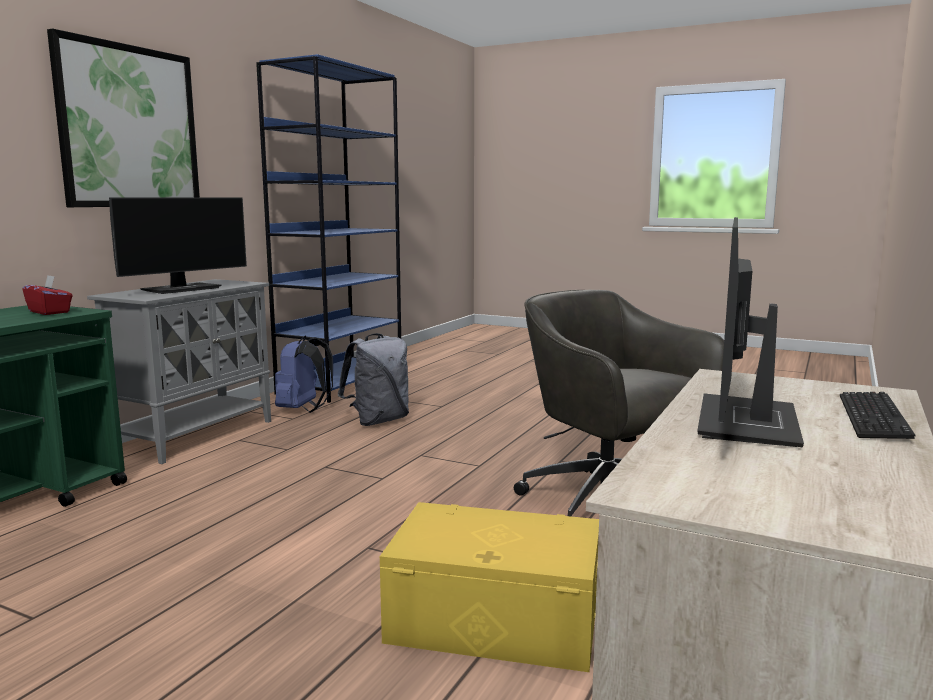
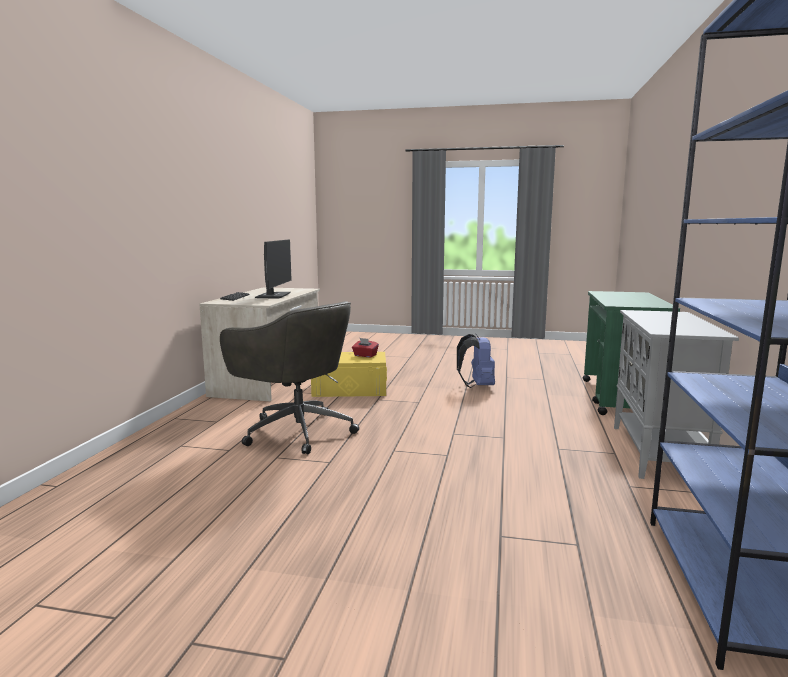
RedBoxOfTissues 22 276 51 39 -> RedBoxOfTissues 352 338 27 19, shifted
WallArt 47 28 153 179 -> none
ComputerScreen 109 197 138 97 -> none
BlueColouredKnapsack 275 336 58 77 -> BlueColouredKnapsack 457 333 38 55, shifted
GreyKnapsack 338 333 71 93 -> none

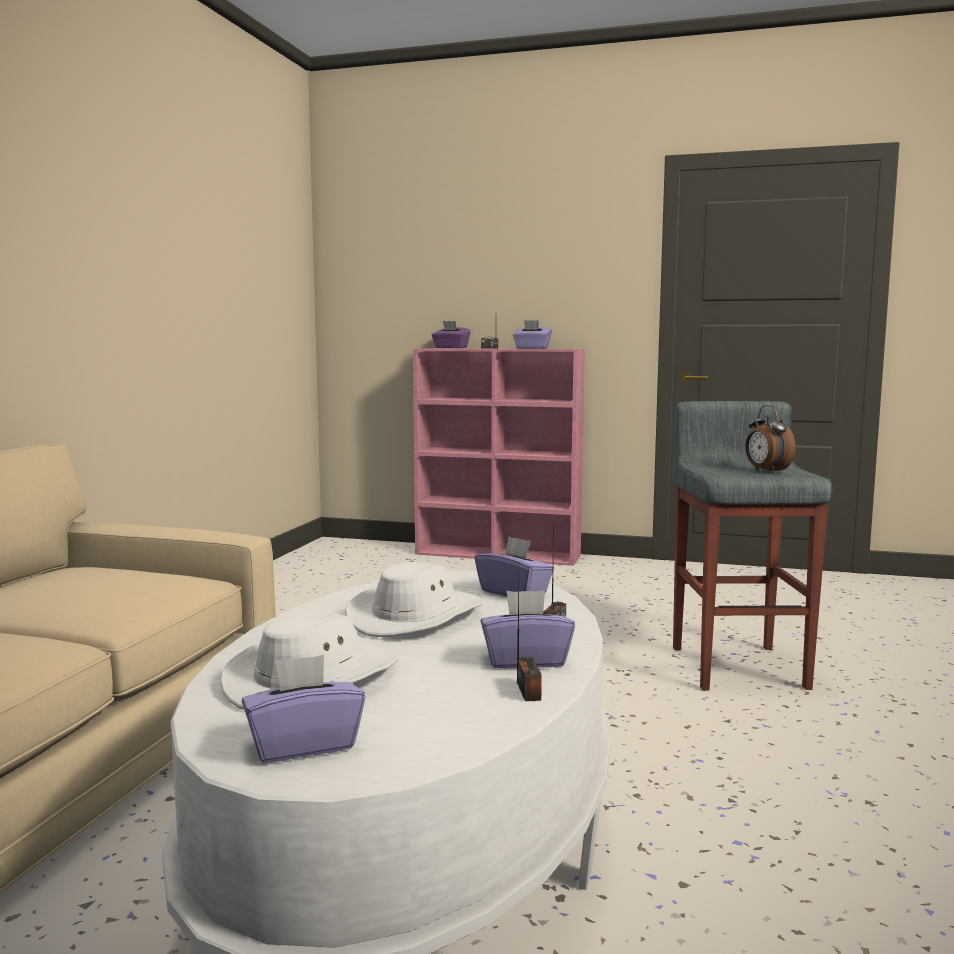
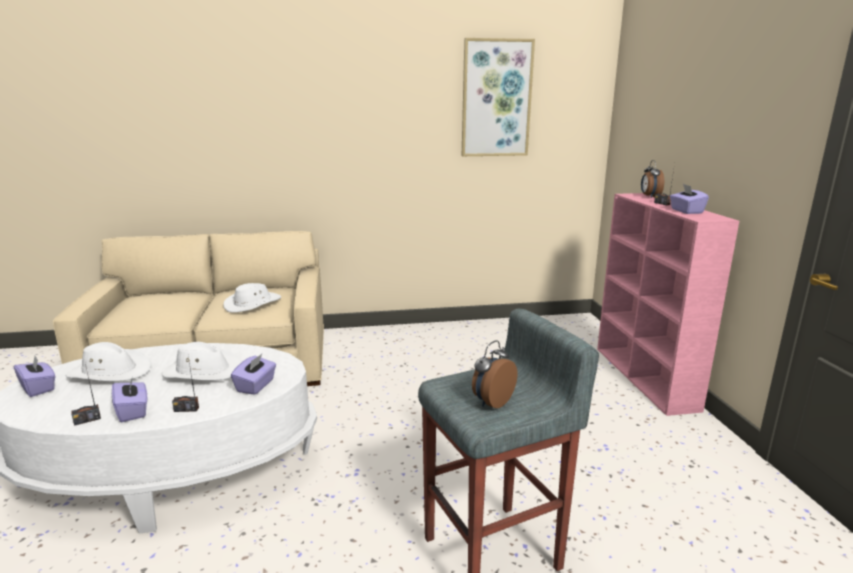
PurpleBoxOfTissues 432 321 39 27 -> TableClock 641 160 23 38
none -> WhitishClothingHat 223 283 58 30
none -> WallArt 462 38 73 118

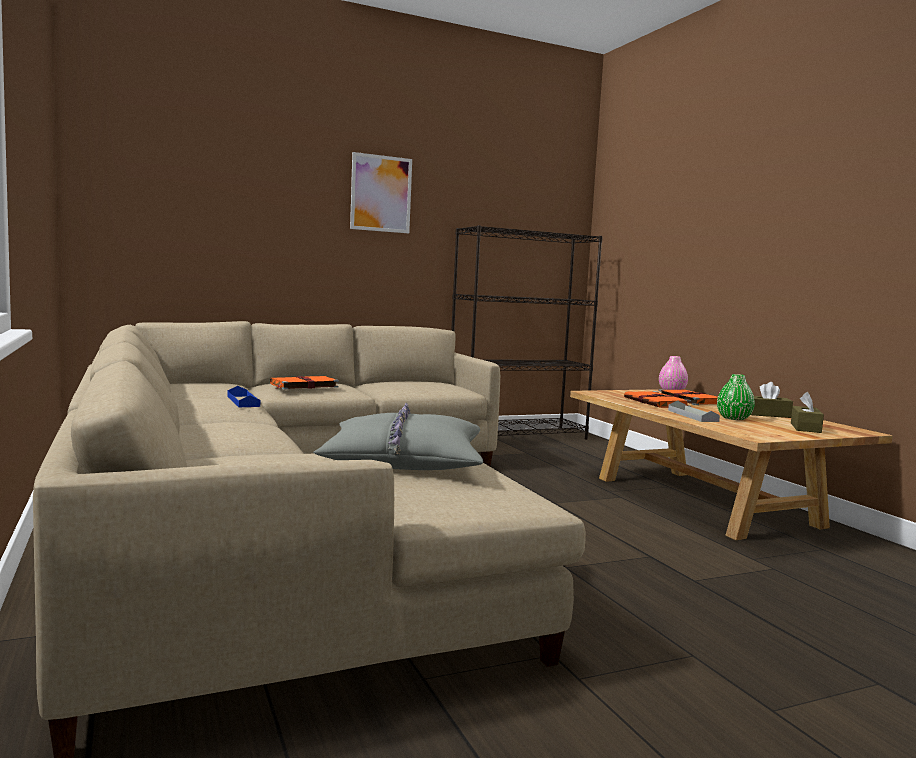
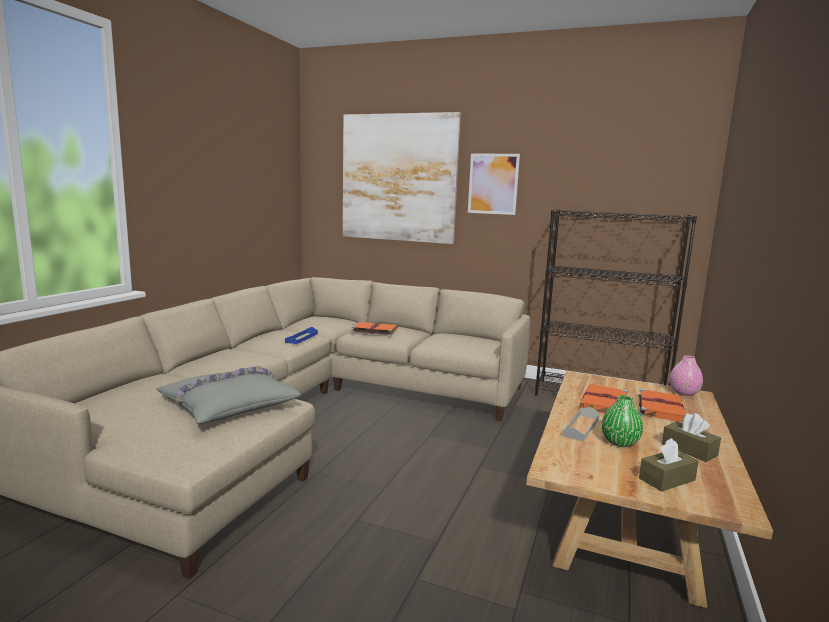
none -> WallArt 343 112 118 132

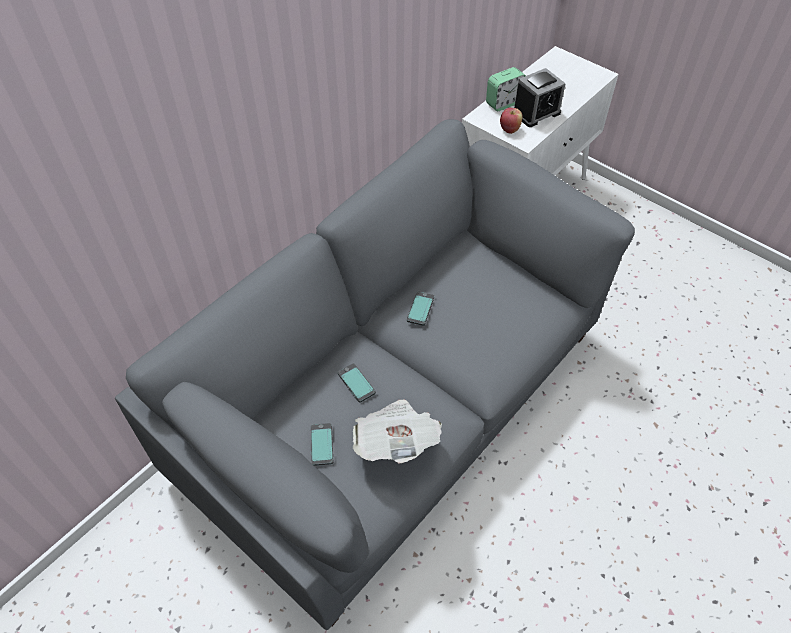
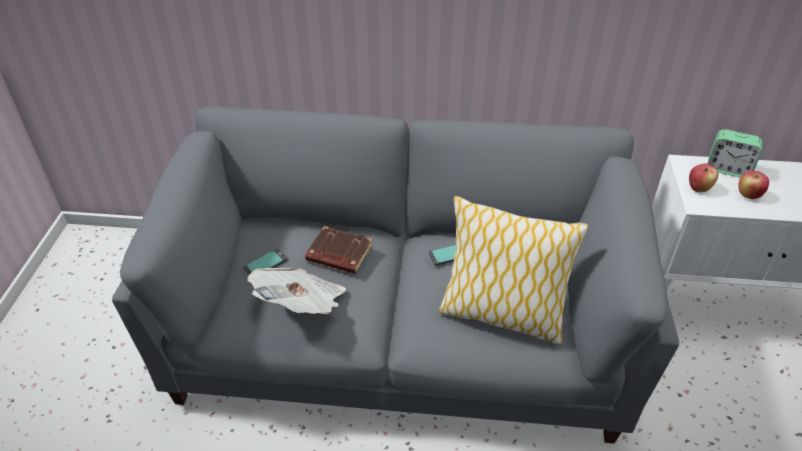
Handset 338 363 38 40 -> BrownishBook 305 226 68 48
TableClock 514 68 52 59 -> WholeApple 738 171 31 28
none -> Cushion 439 196 149 149

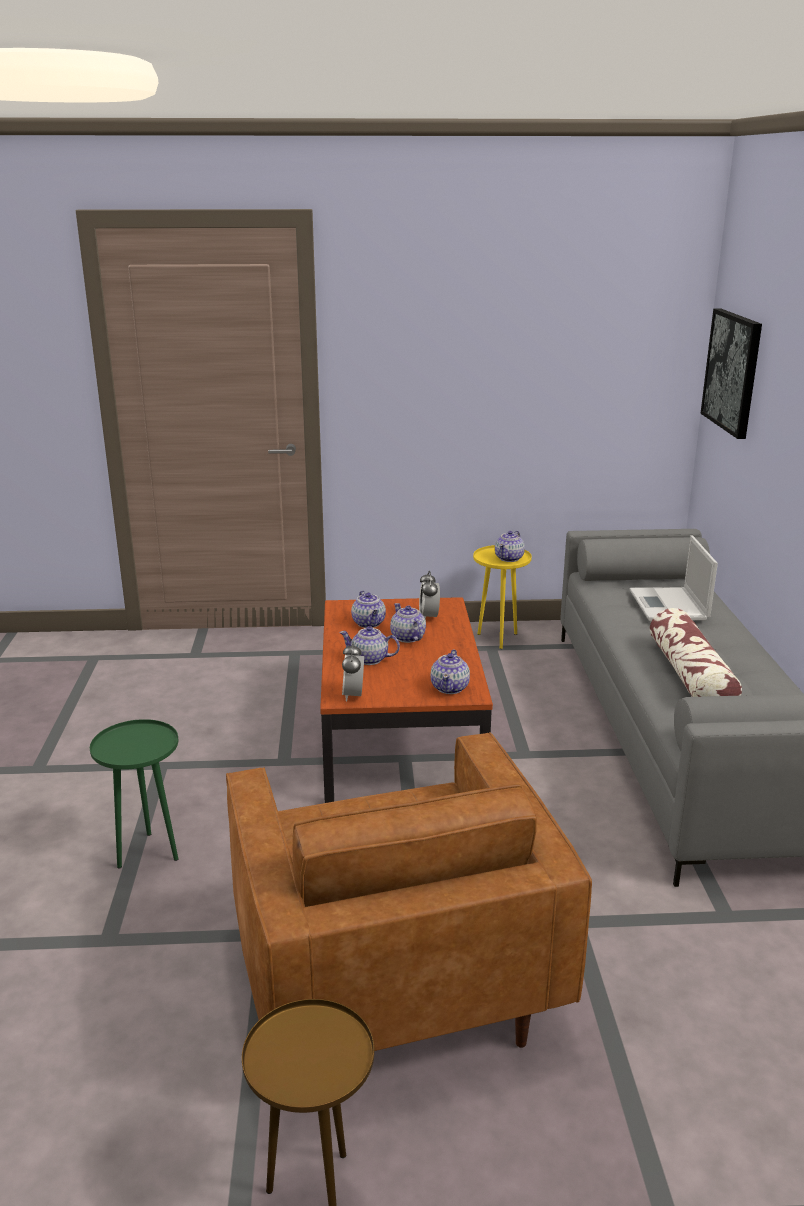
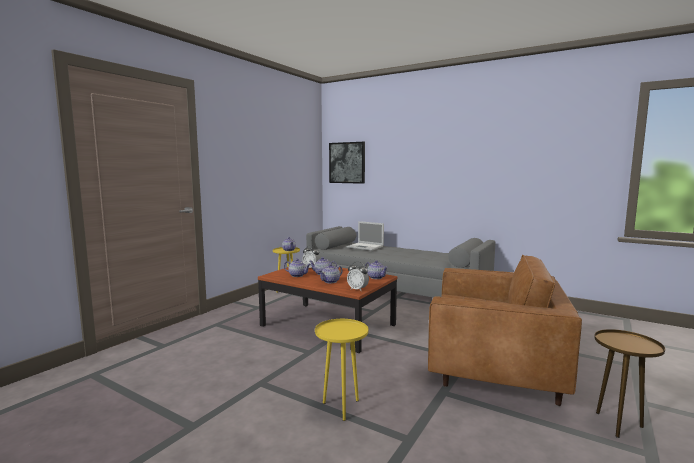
GreenishSideTable 90 719 89 150 -> YellowishSideTable 315 319 54 102
Cushion 650 608 92 89 -> none

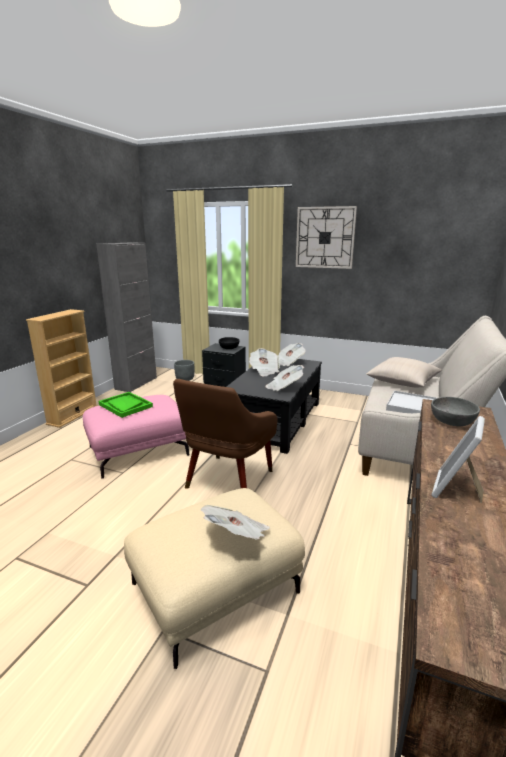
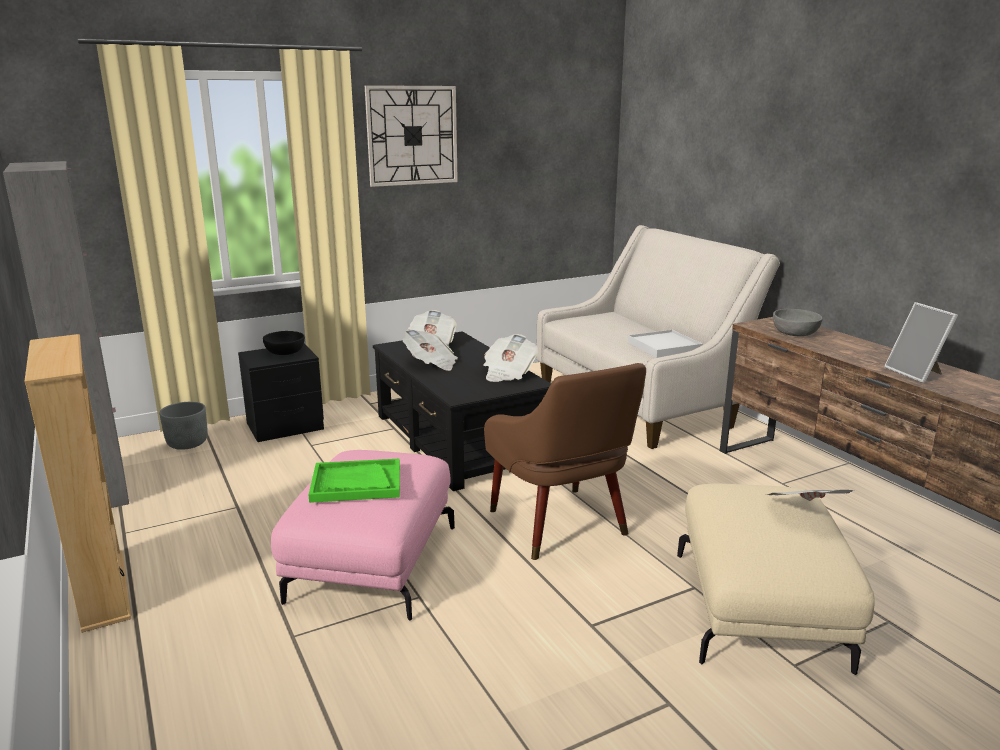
SandColouredCushion 366 357 76 30 -> none

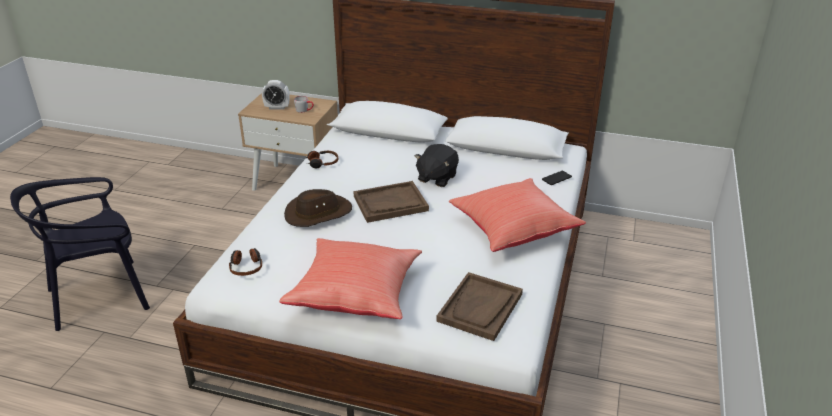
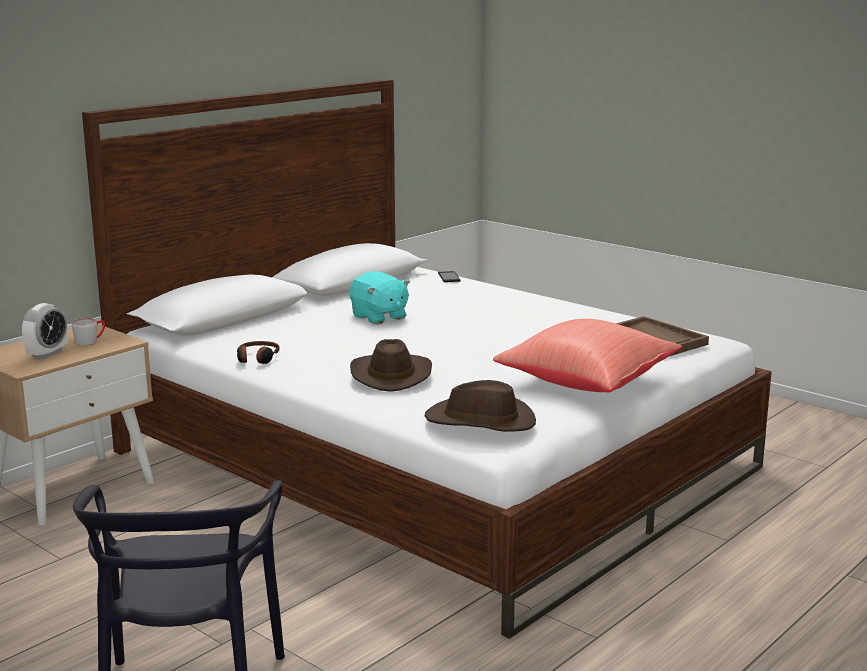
Headphones 229 248 33 28 -> BrownishClothingHat 425 380 111 52
BrownishTray 353 181 76 42 -> none
BlackSoftToy 415 144 44 43 -> BlueGreenSoftToy 349 271 61 53
RedCushion 449 178 137 74 -> none

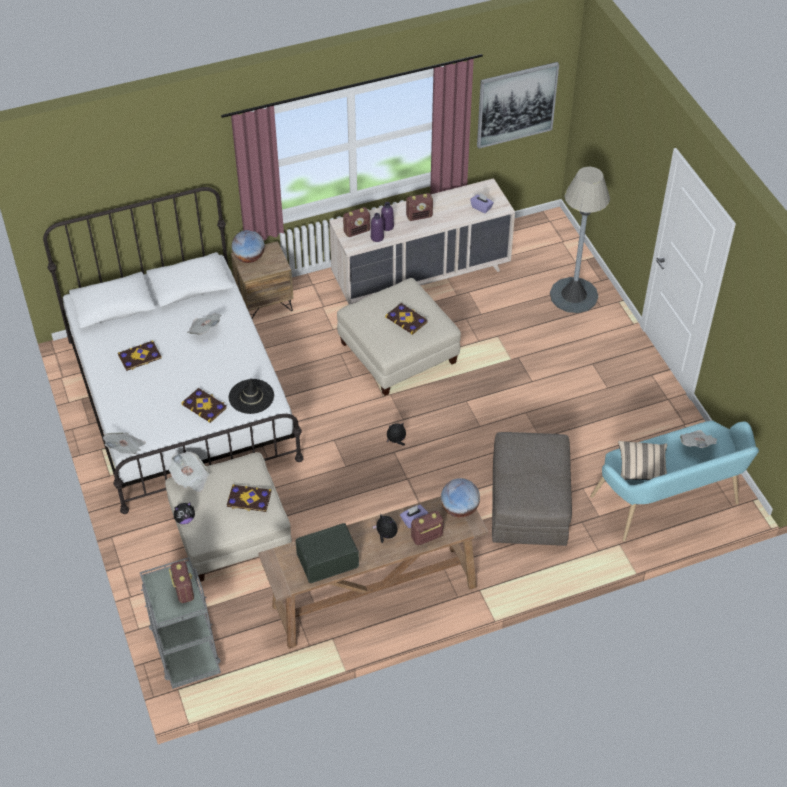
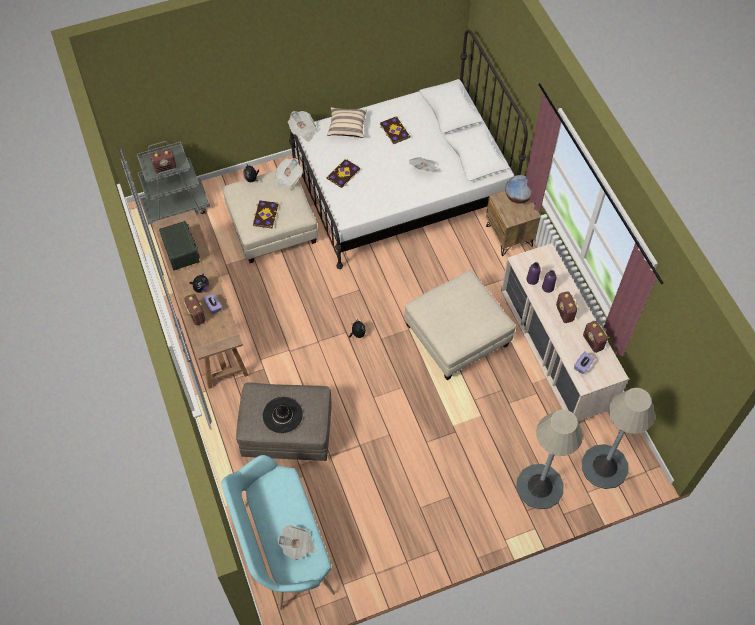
BlackClothingHat 229 379 45 35 -> BlackClothingHat 263 397 40 36, shifted
RadioReceiver 343 207 27 30 -> RadioReceiver 583 321 26 32, shifted
Book 385 303 43 32 -> none
Globe 441 478 39 40 -> none
WallArt 477 62 82 87 -> none
SandColouredCushion 618 441 49 39 -> SandColouredCushion 327 107 40 31, shifted
none -> GreyStandardLamp 582 388 73 101

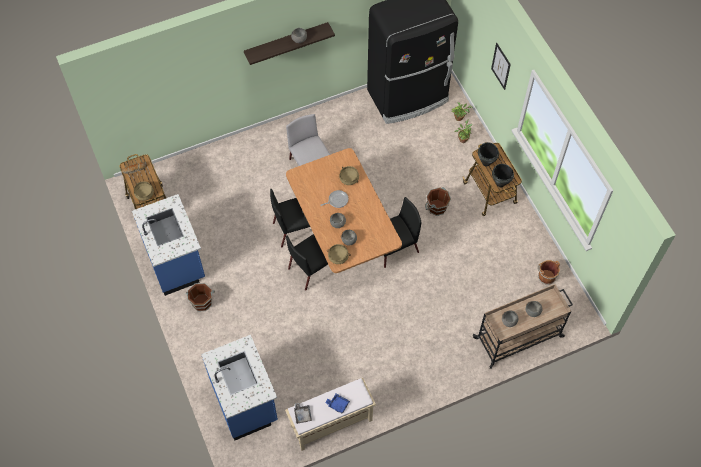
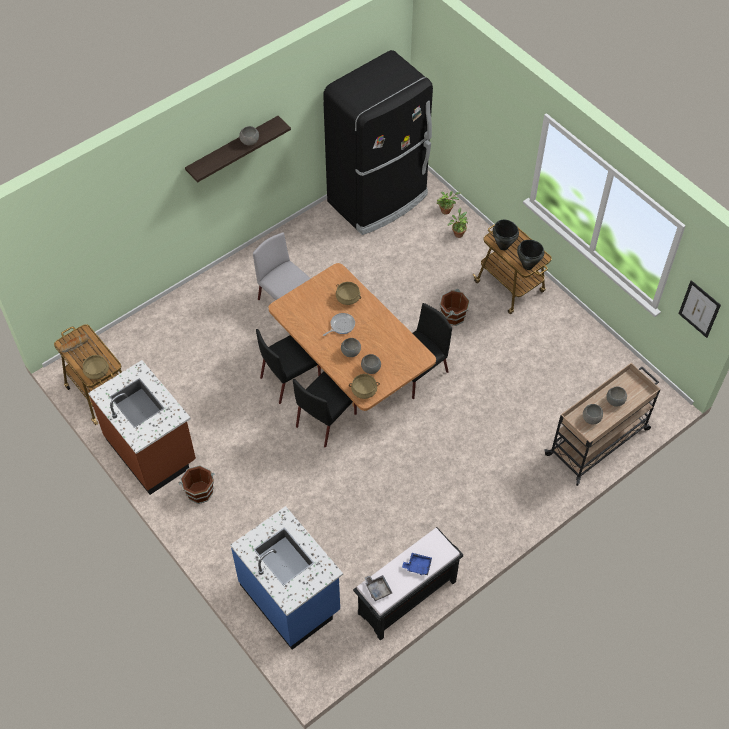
BlueColouredCounter 132 194 73 102 -> BrownishCounter 88 360 108 135
SandColouredIndoorBench 285 378 91 73 -> BlackIndoorBench 353 527 110 114
WallArt 491 43 20 47 -> WallArt 678 280 43 58, shifted
BrownishPail 537 260 23 25 -> none

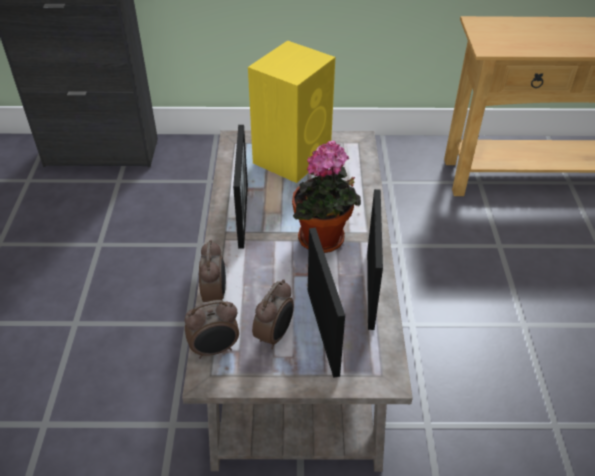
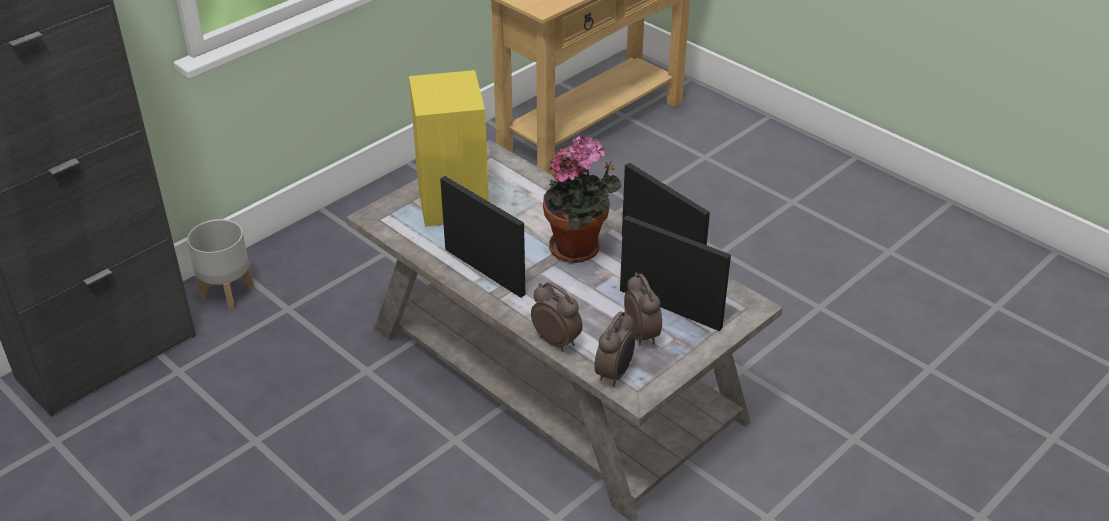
none -> GreyPlanter 187 219 67 90

